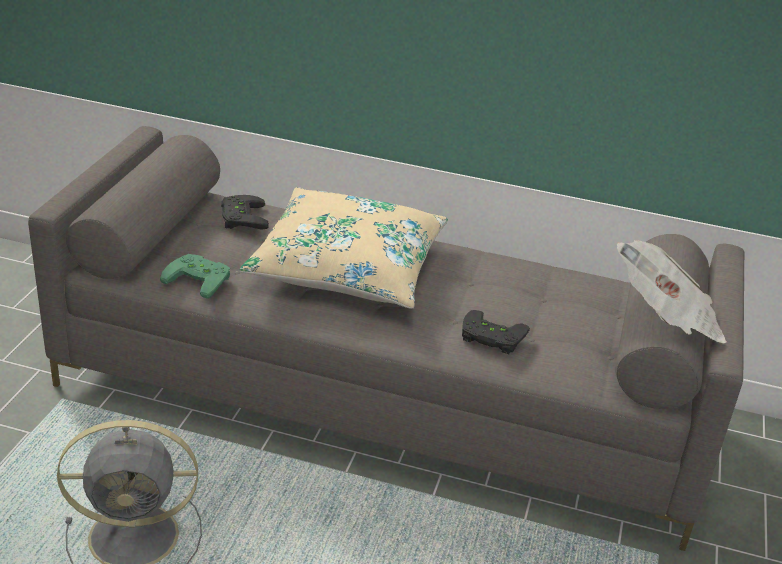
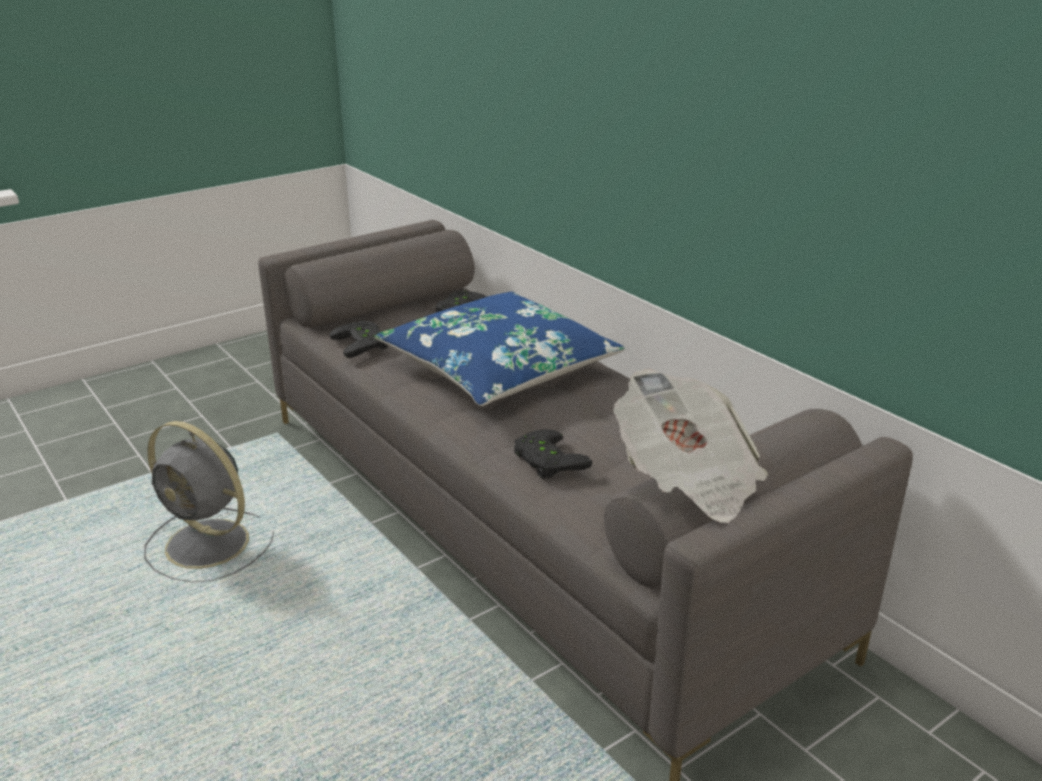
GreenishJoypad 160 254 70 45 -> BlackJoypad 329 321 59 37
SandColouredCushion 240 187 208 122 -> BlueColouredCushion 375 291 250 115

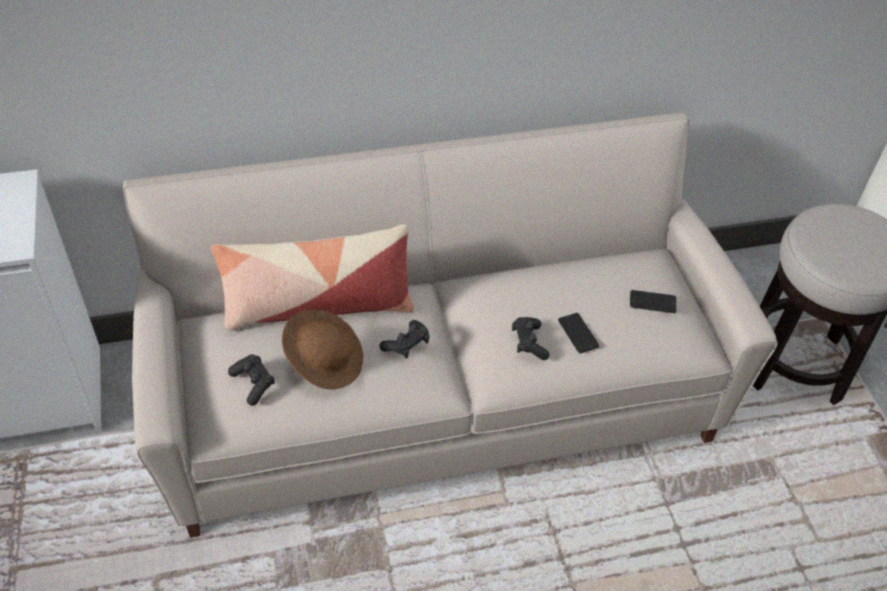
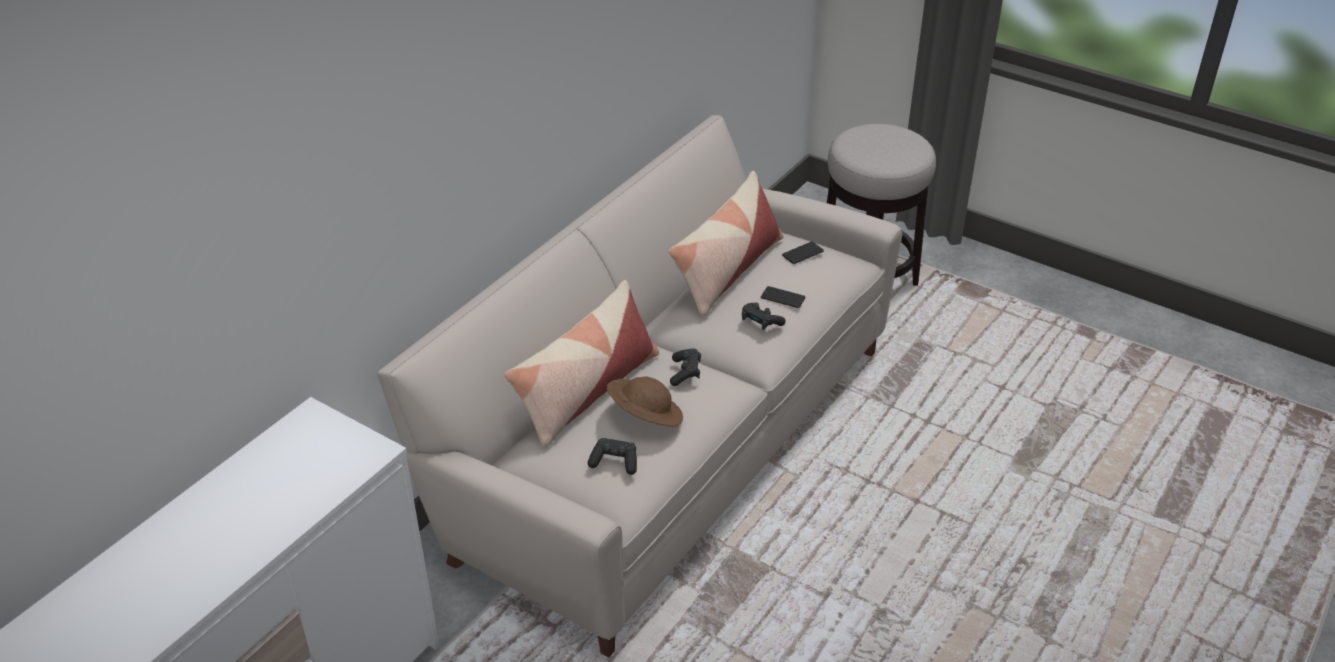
none -> Cushion 669 171 114 145

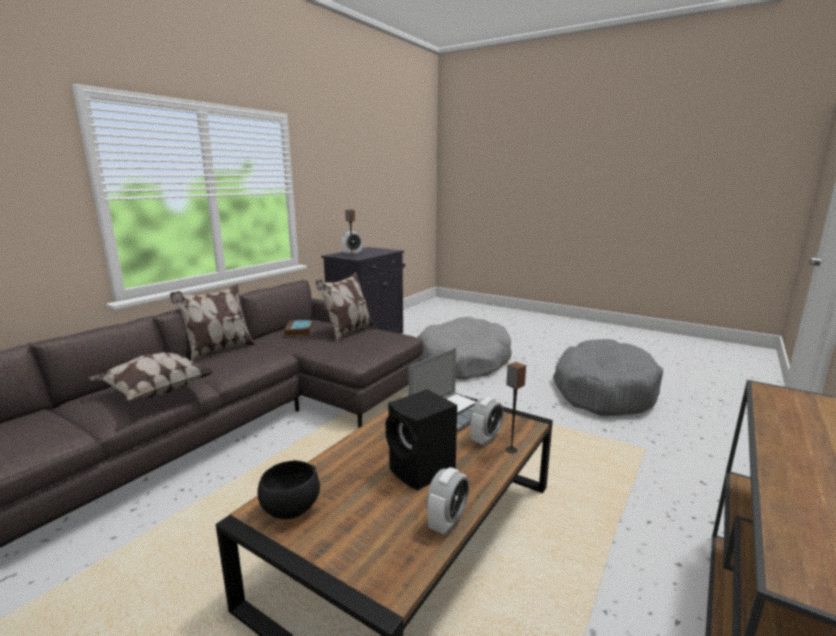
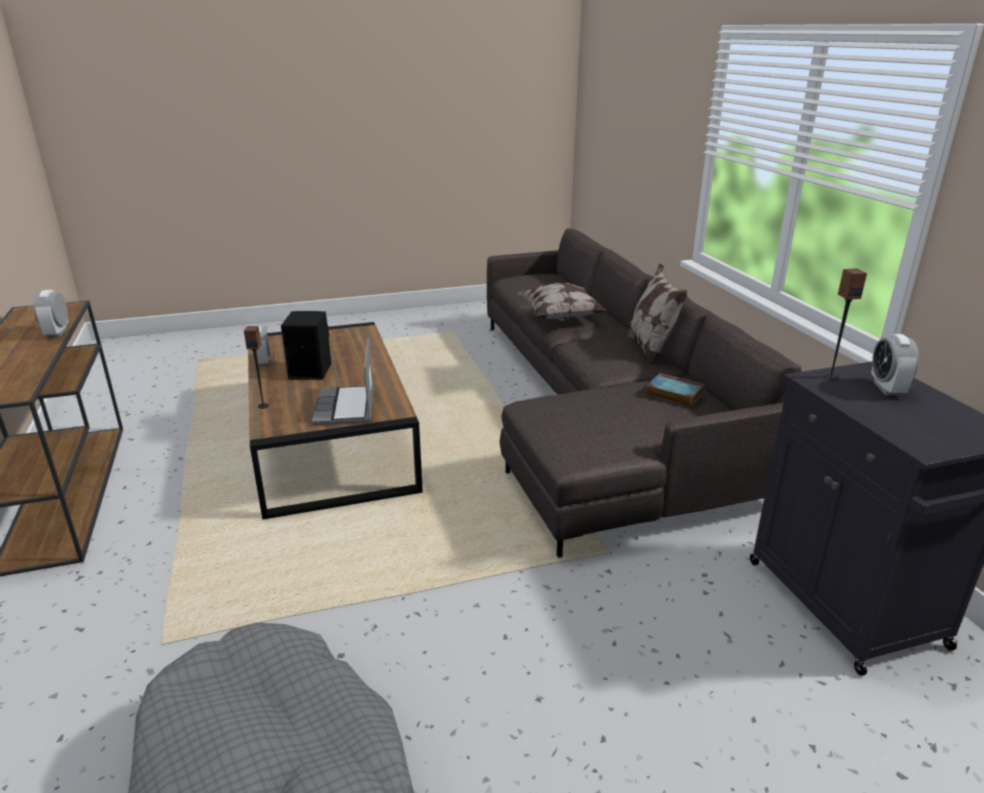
BlackServingBowl 258 460 62 59 -> none
Cushion 315 272 58 70 -> none
GreyPetBed 417 317 95 62 -> none
TableClock 470 397 34 49 -> TableClock 33 290 35 48, shifted

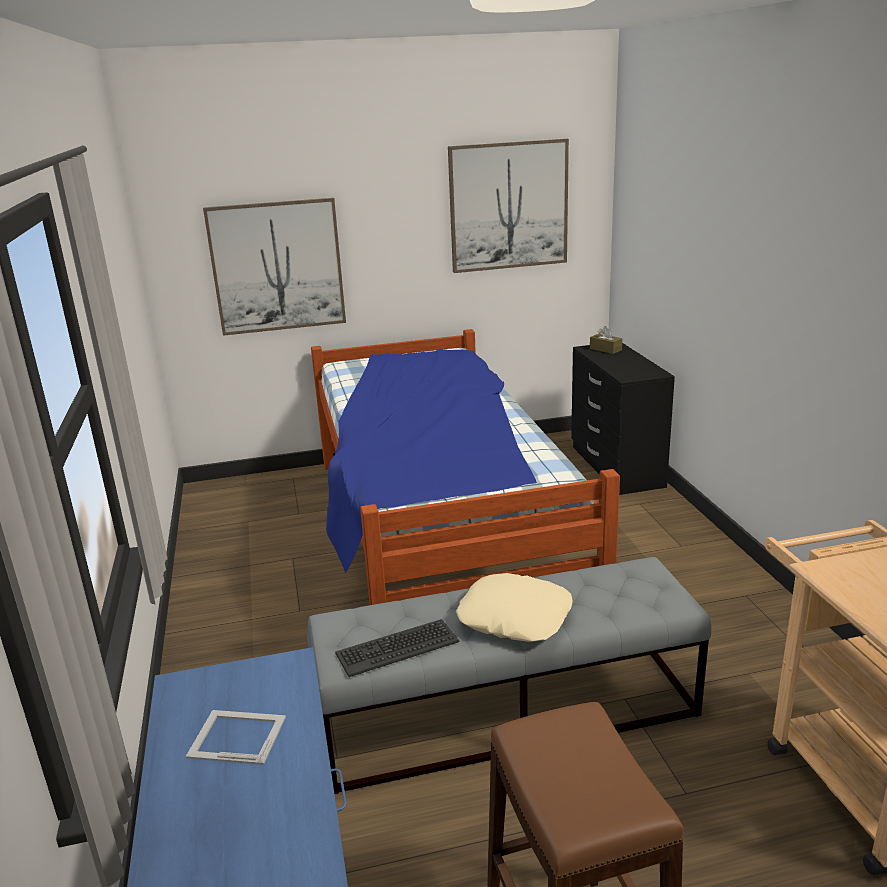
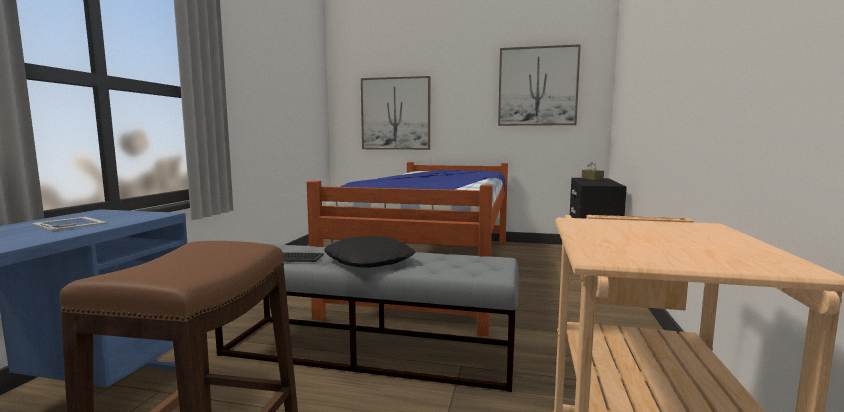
SandColouredCushion 456 573 117 69 -> BlackCushion 324 236 91 32

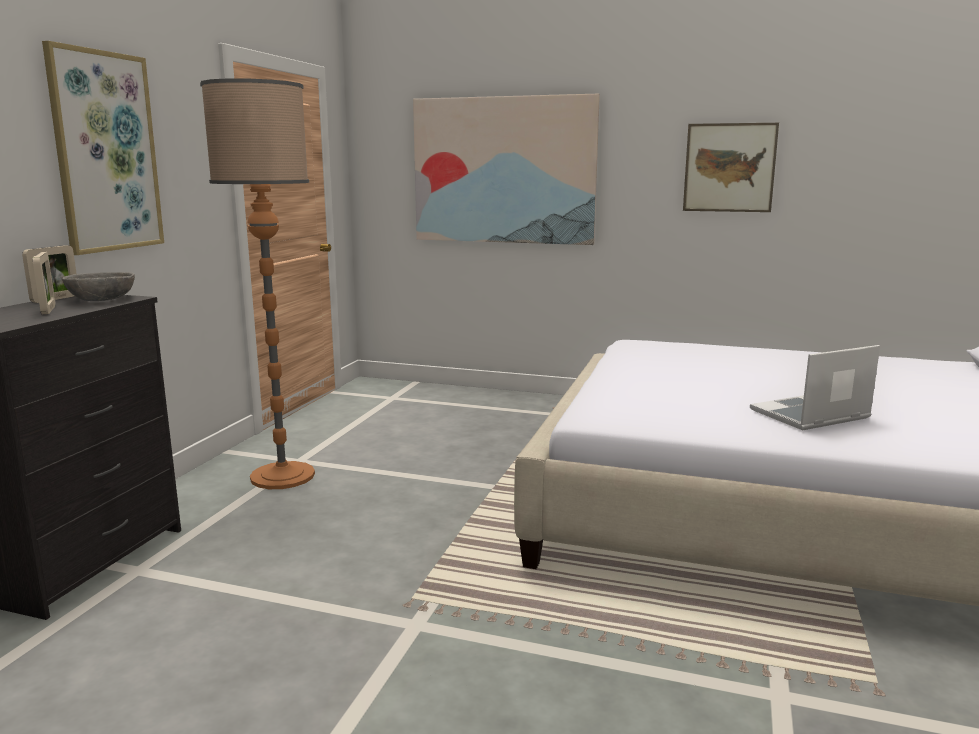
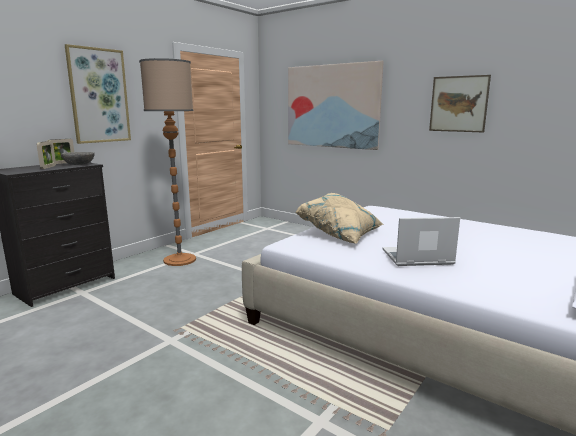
none -> SandColouredCushion 296 193 88 51

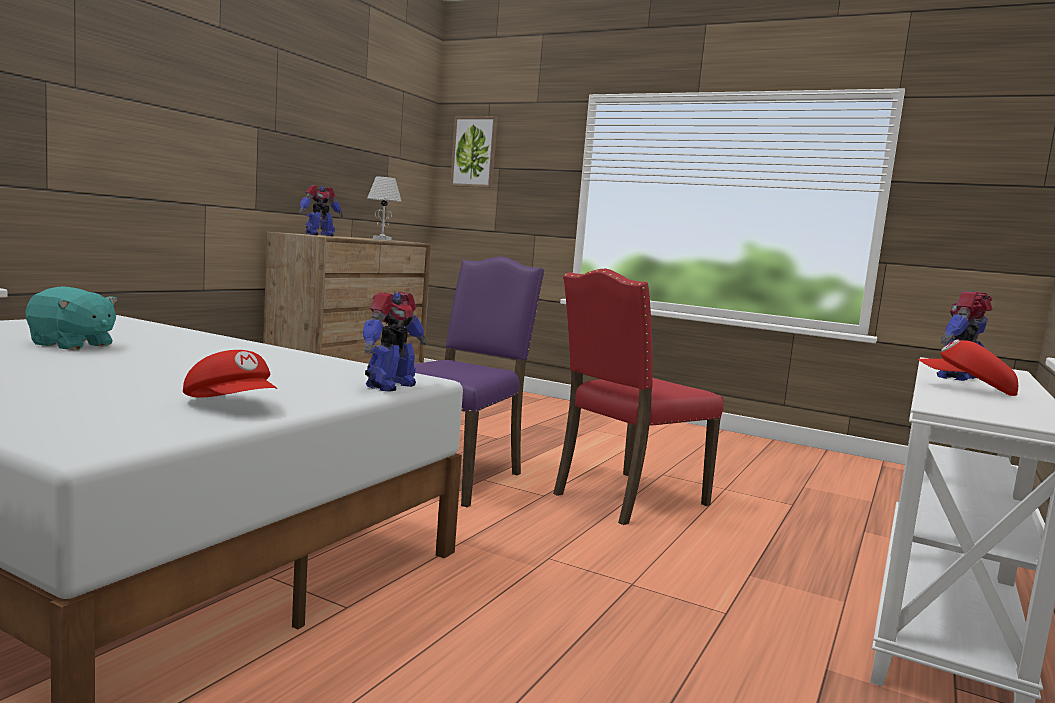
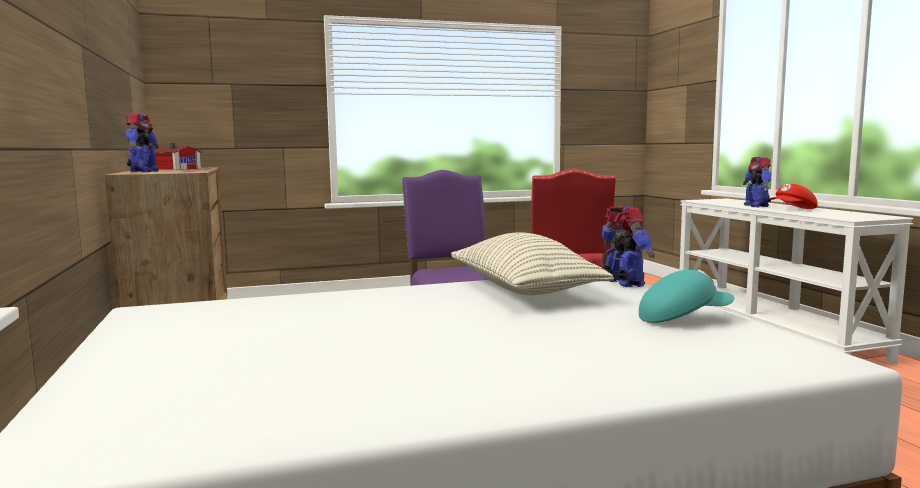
BlueGreenSoftToy 25 287 93 63 -> none
RedBaseballCap 183 350 94 47 -> BlueGreenBaseballCap 639 270 95 53
WhitishLampForATable 367 177 35 63 -> MiniatureHouse 155 143 47 27
WallArt 450 116 48 72 -> none
none -> Cushion 451 232 163 63

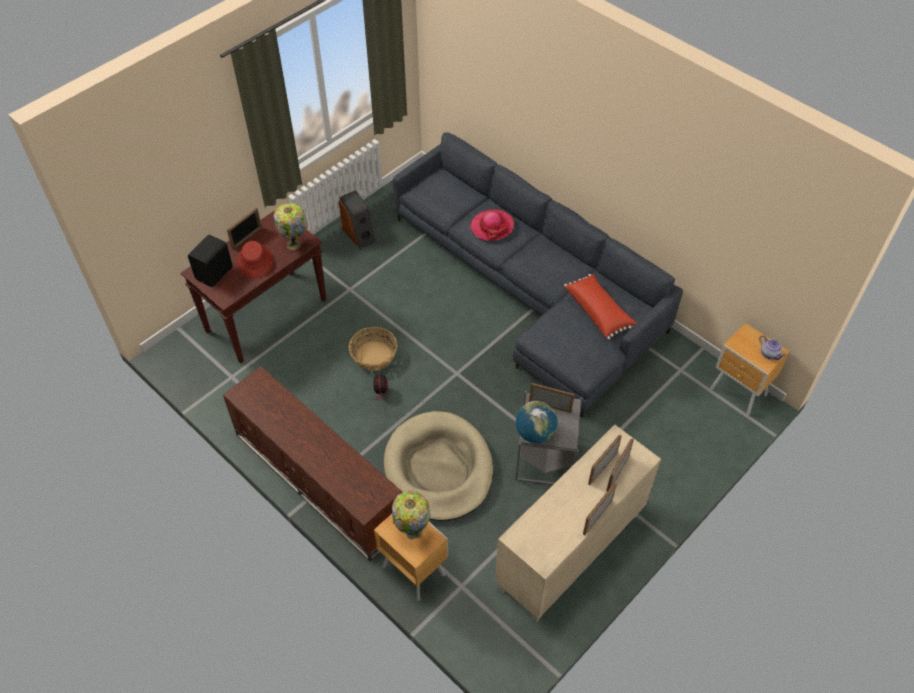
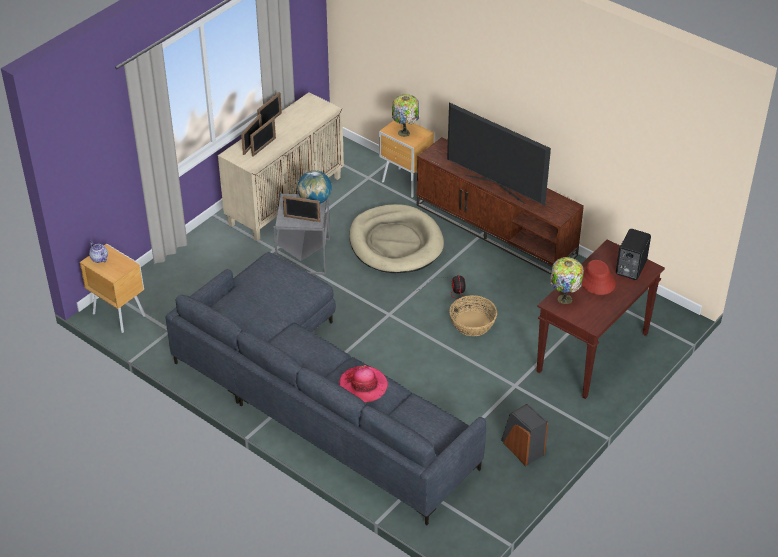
PhotoFrame 227 207 35 43 -> none
RedCushion 564 274 73 66 -> none
none -> TvSet 447 102 104 103

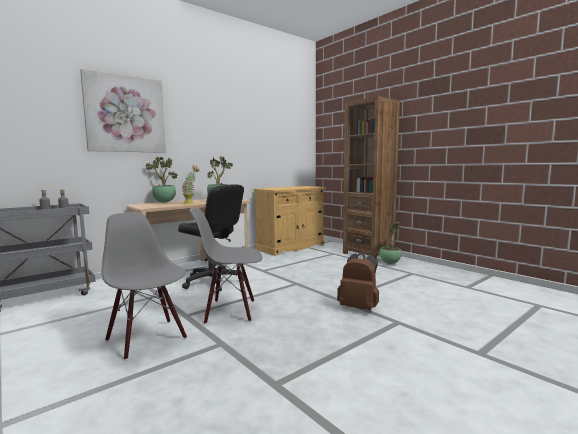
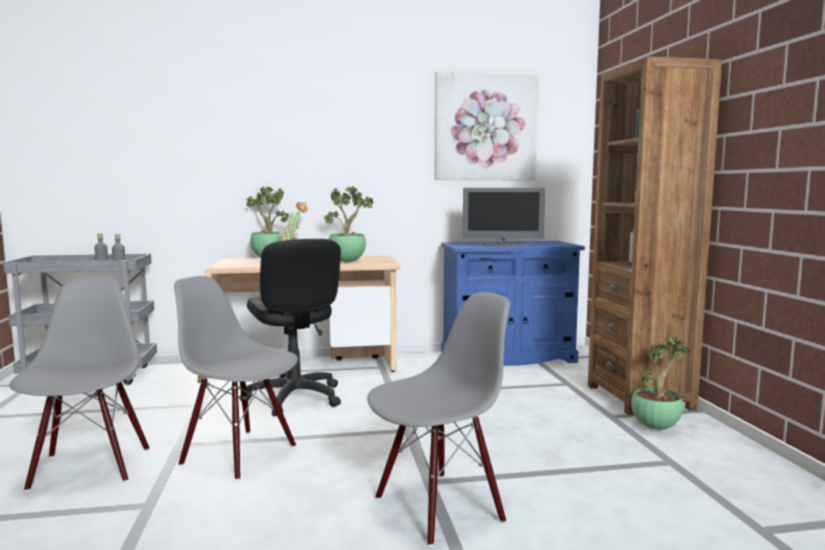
WallArt 80 69 86 84 -> WallArt 435 71 103 109, shifted
SandColouredCupboard 254 186 72 70 -> BlueColouredCupboard 441 241 144 125
BrownishKnapsack 337 253 42 57 -> GreyChair 367 292 143 254
none -> ComputerScreen 463 188 82 59

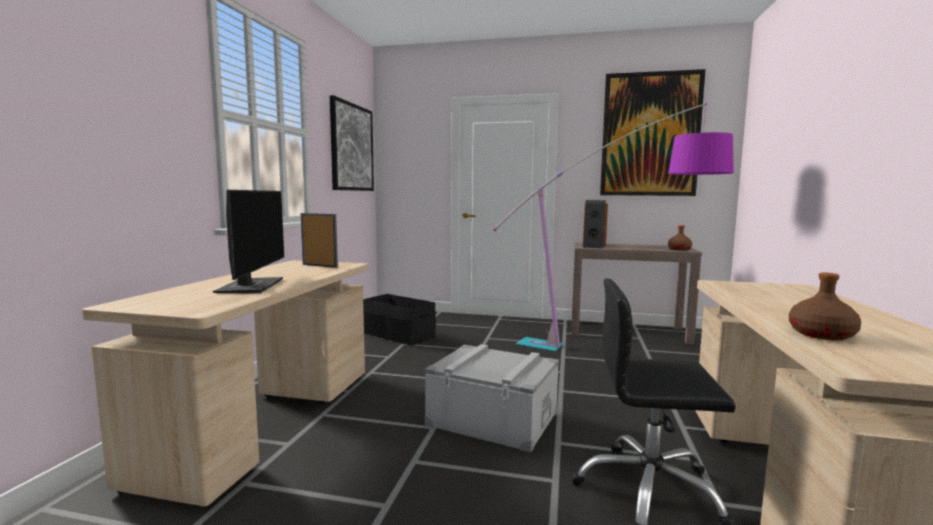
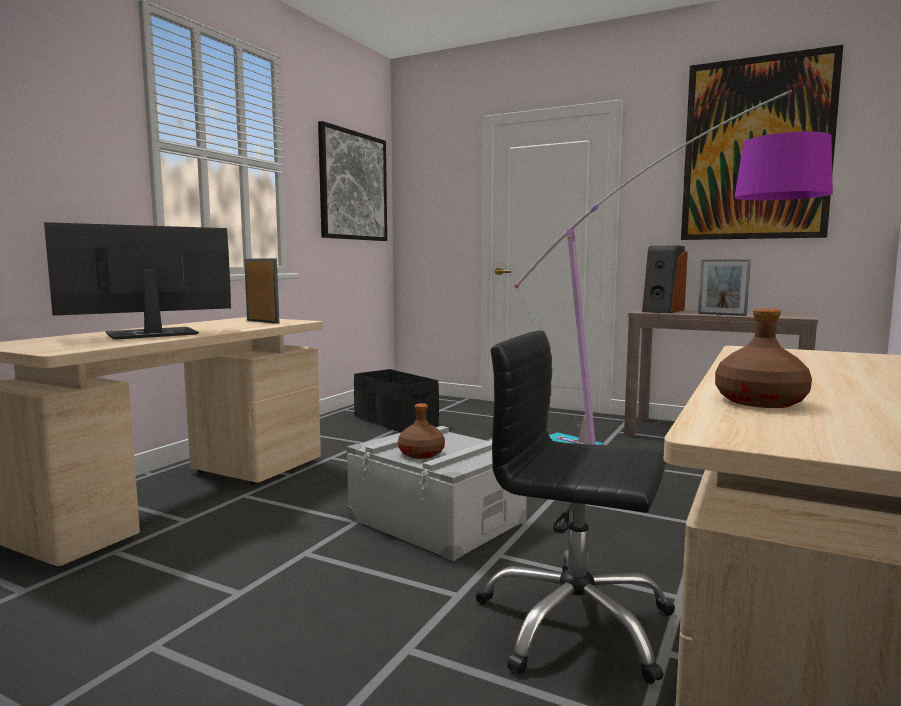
ComputerScreen 213 190 71 103 -> ComputerScreen 44 222 187 118, 135 degrees counterclockwise
BrownishBeverageBottle 668 225 24 26 -> BrownishBeverageBottle 398 403 47 56, shifted
none -> PhotoFrame 698 259 53 57

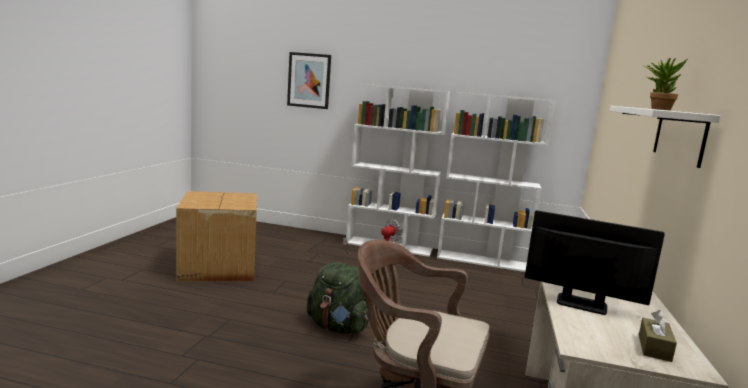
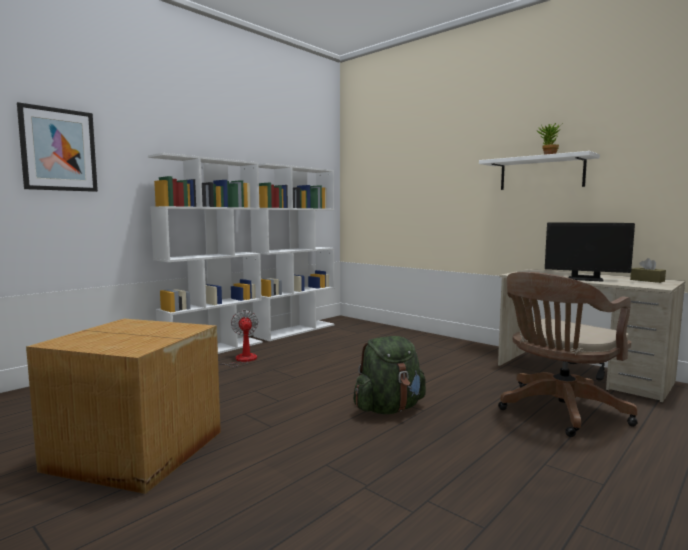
ComputerScreen 525 210 140 105 -> ComputerScreen 545 222 90 59, 120 degrees counterclockwise

